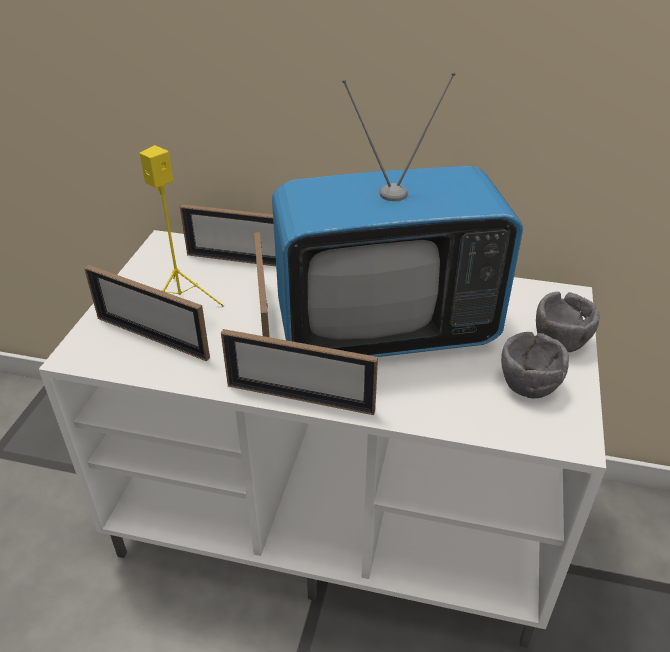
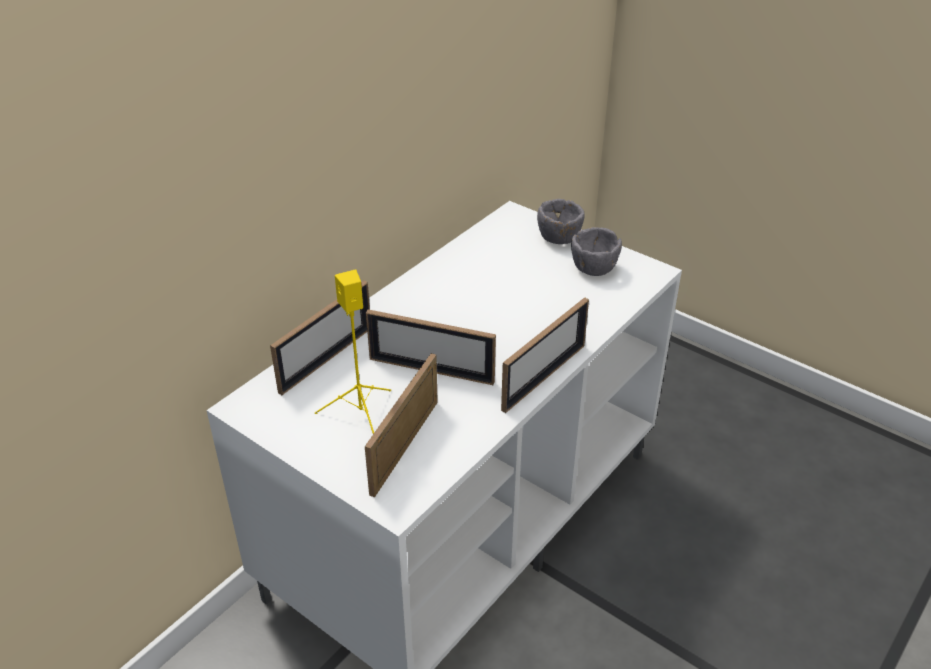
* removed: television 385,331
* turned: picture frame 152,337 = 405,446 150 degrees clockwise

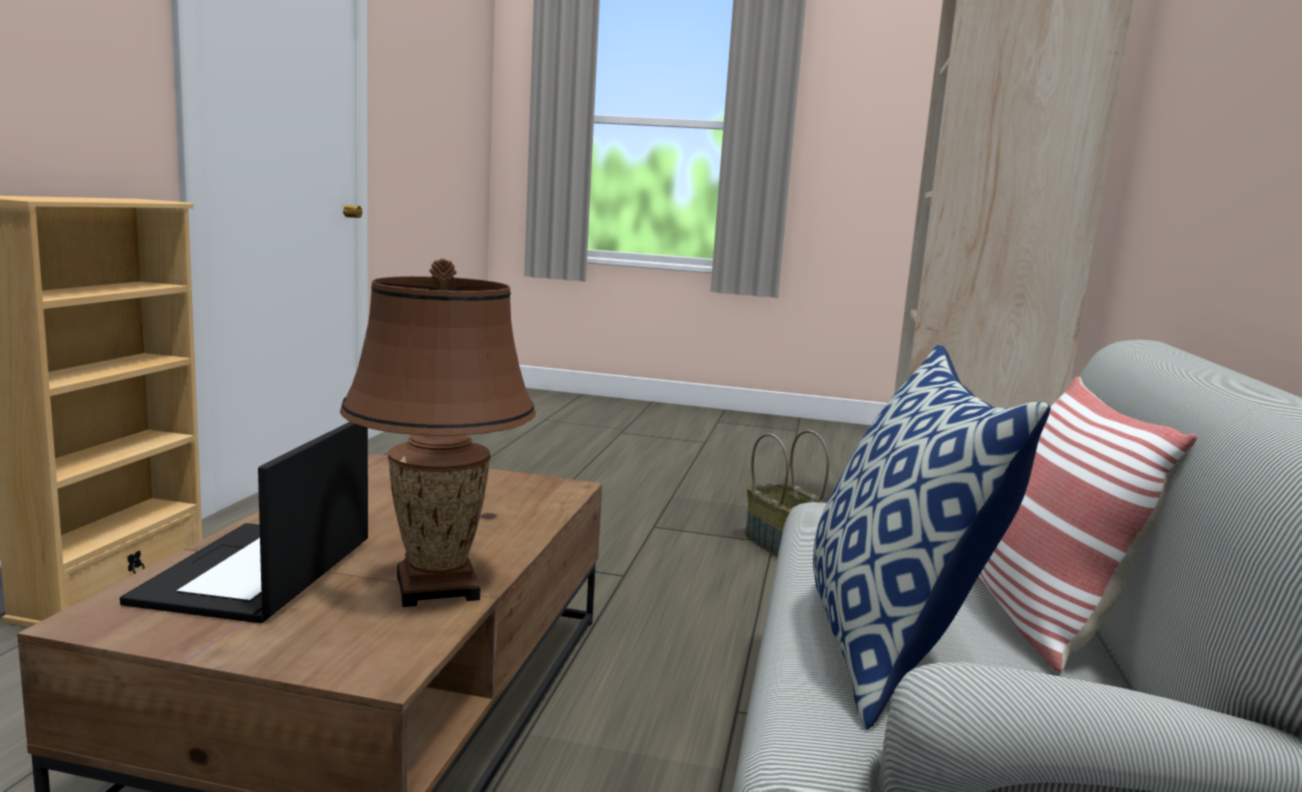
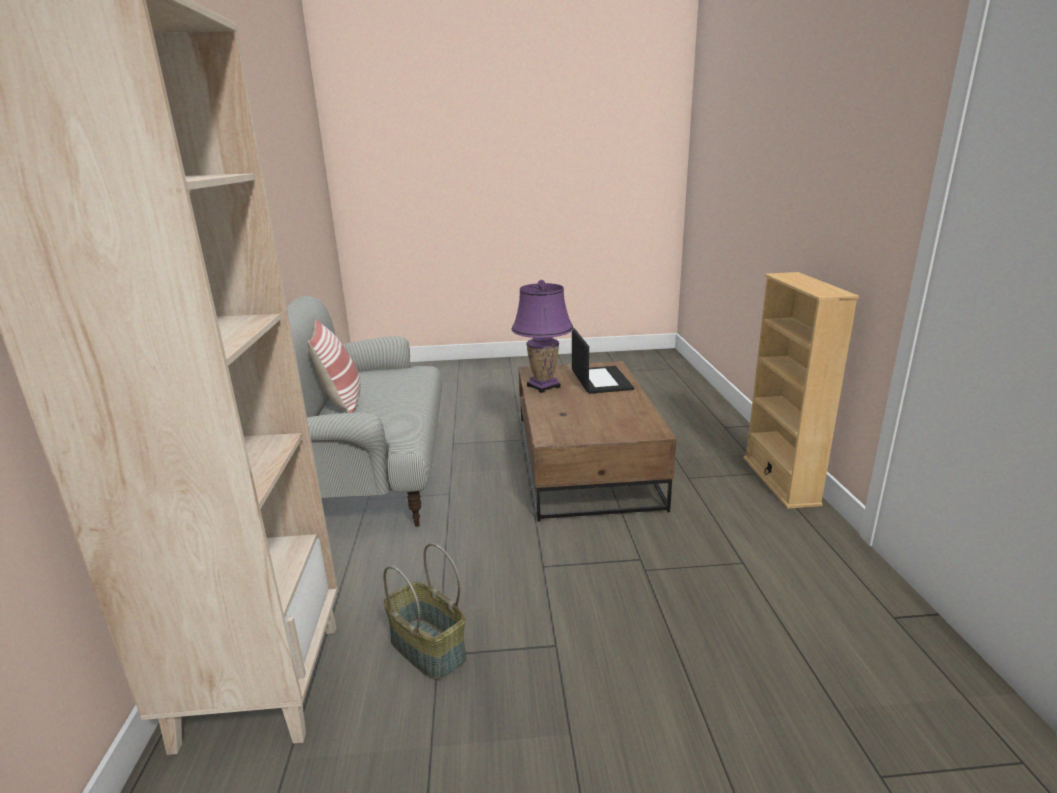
* recoloured: brown table lamp 438,587 to purple table lamp 543,386
* removed: pillow 888,648

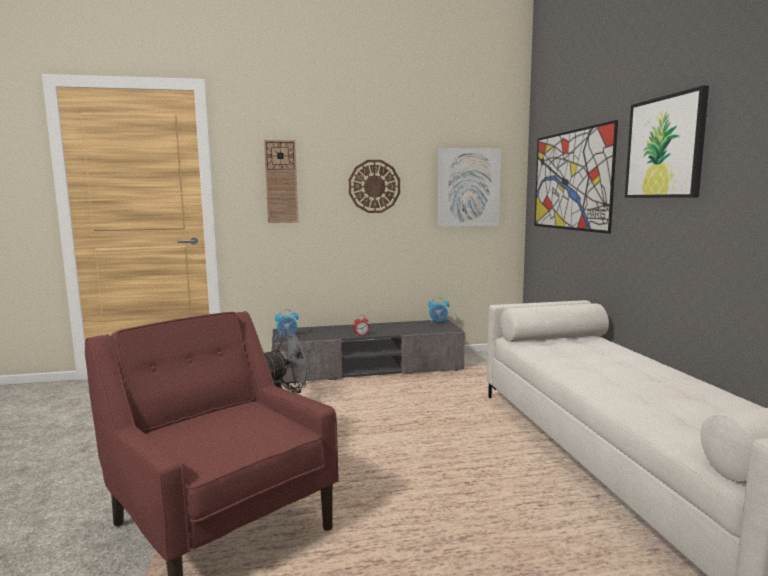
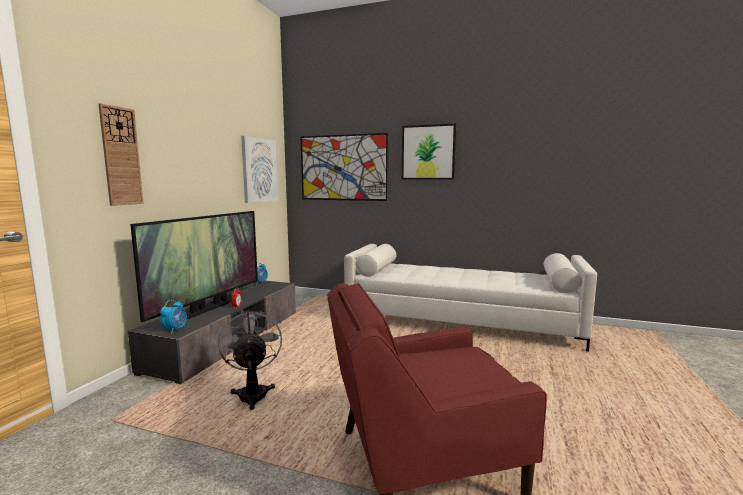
* removed: wall clock 374,186
* added: television 208,307

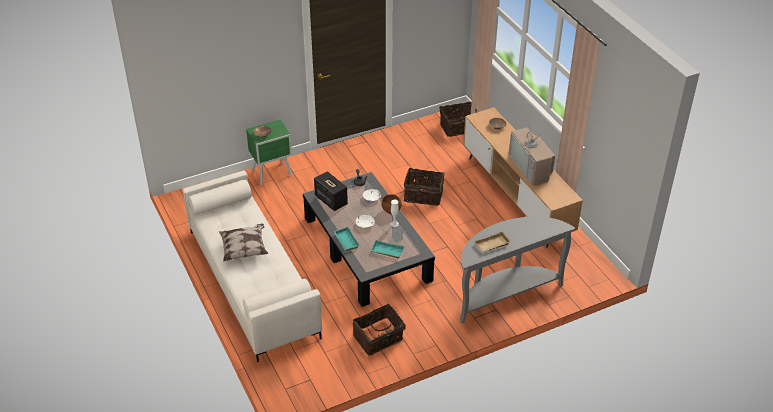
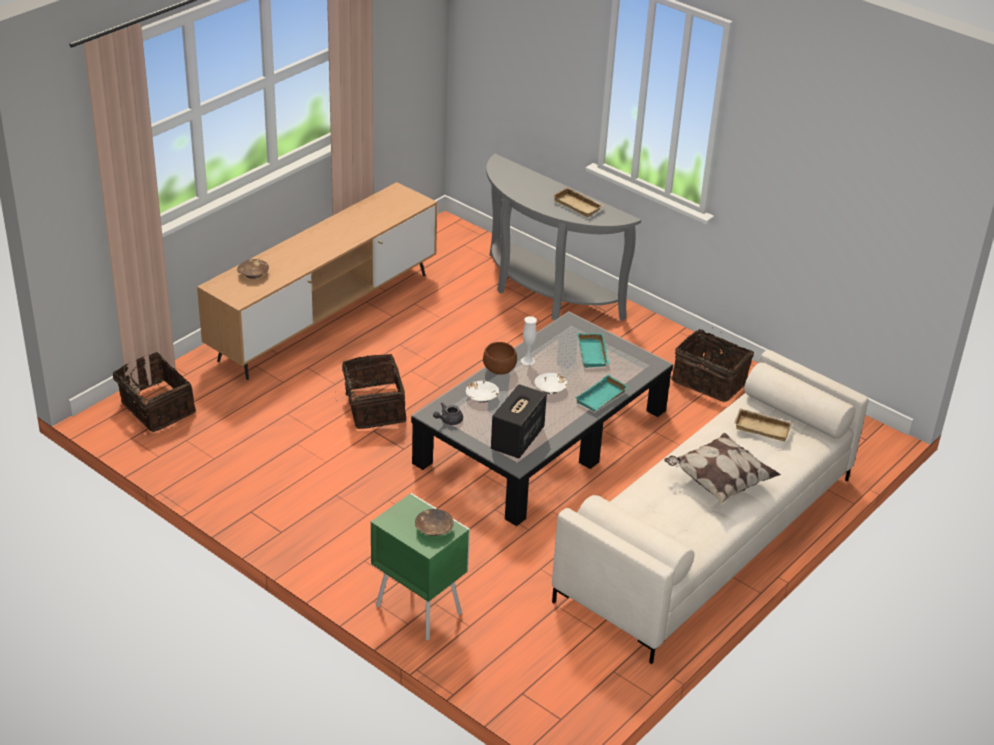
* removed: television 531,168
* added: beige tray 763,427

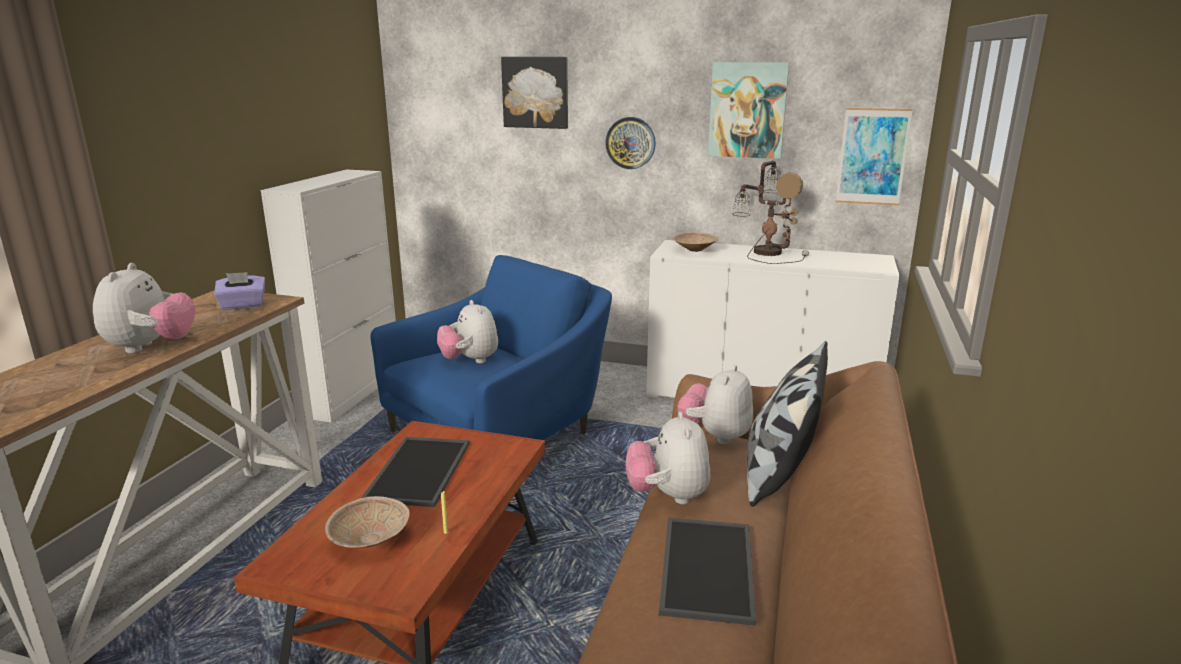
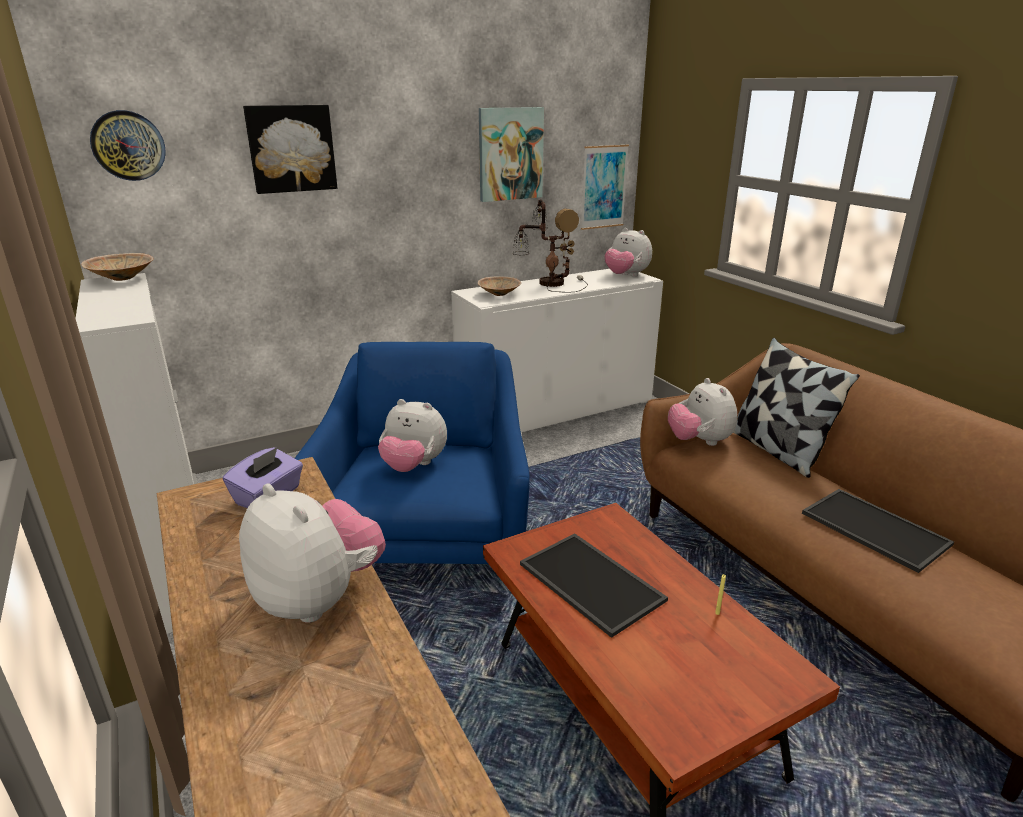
* moved: wall clock 630,143 to 128,145
* moved: plush toy 668,496 to 626,276
* moved: beige bowl 369,540 to 122,279

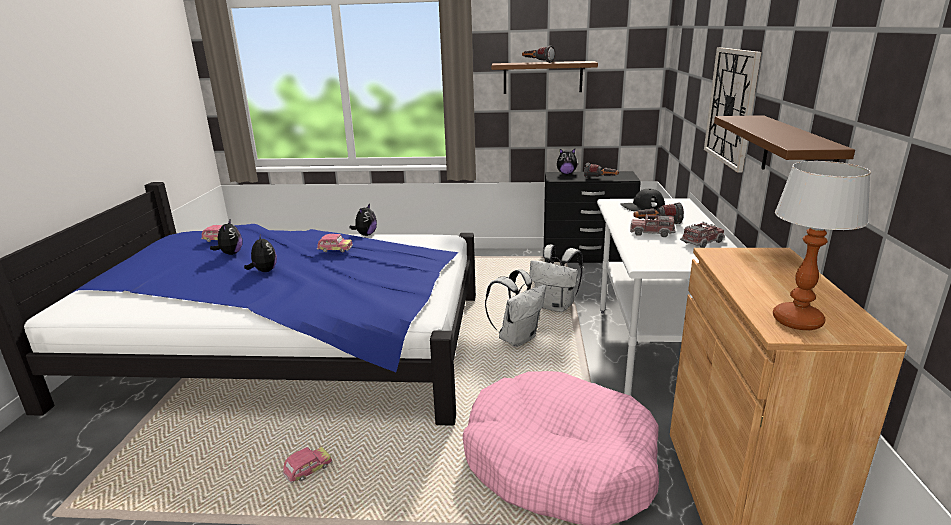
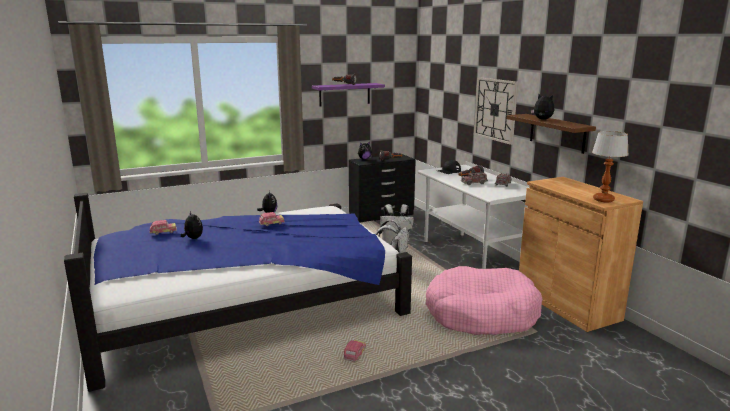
* recoloured: brown shelf 542,77 to purple shelf 344,94
* moved: plush toy 264,271 to 542,119

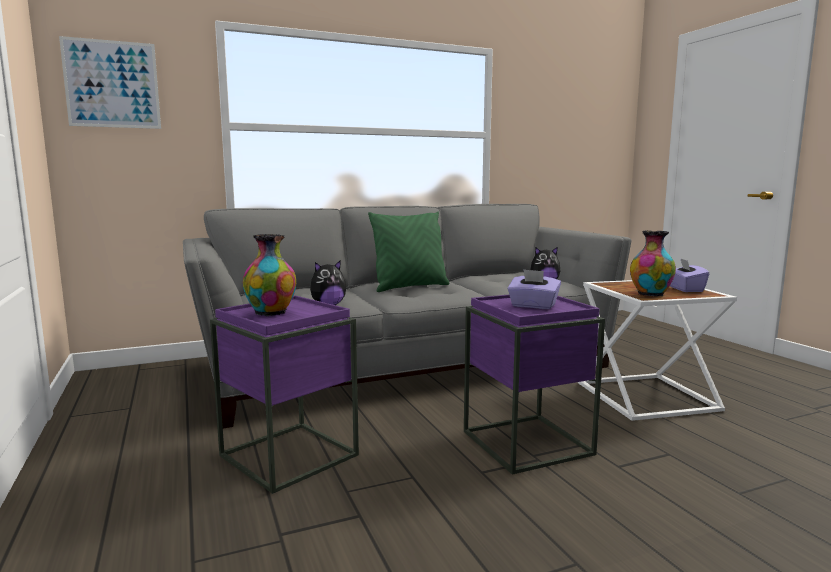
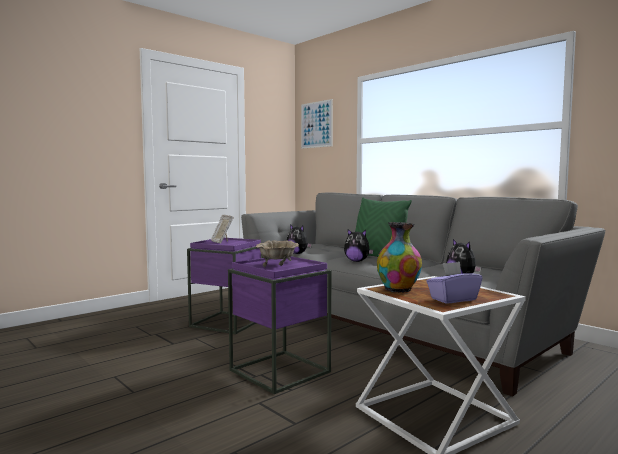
* replaced: vase 271,313 to picture frame 222,242
* replaced: purple tissue box 533,306 to beige bowl 277,264
* added: plush toy 357,261

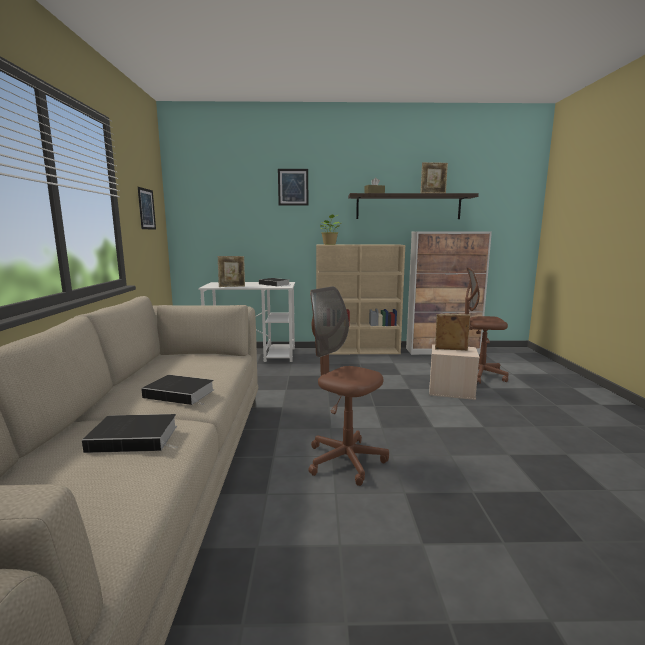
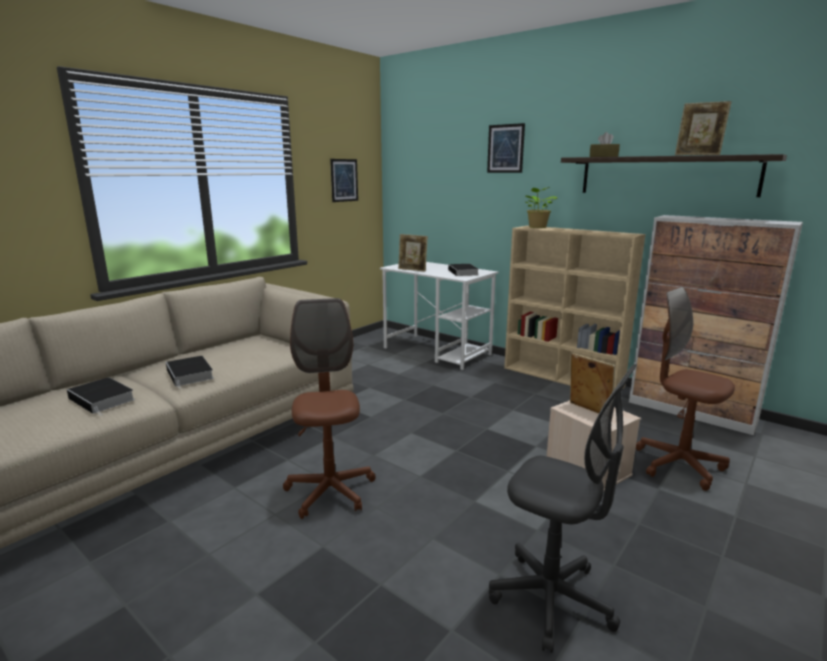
* added: grey office chair 551,600

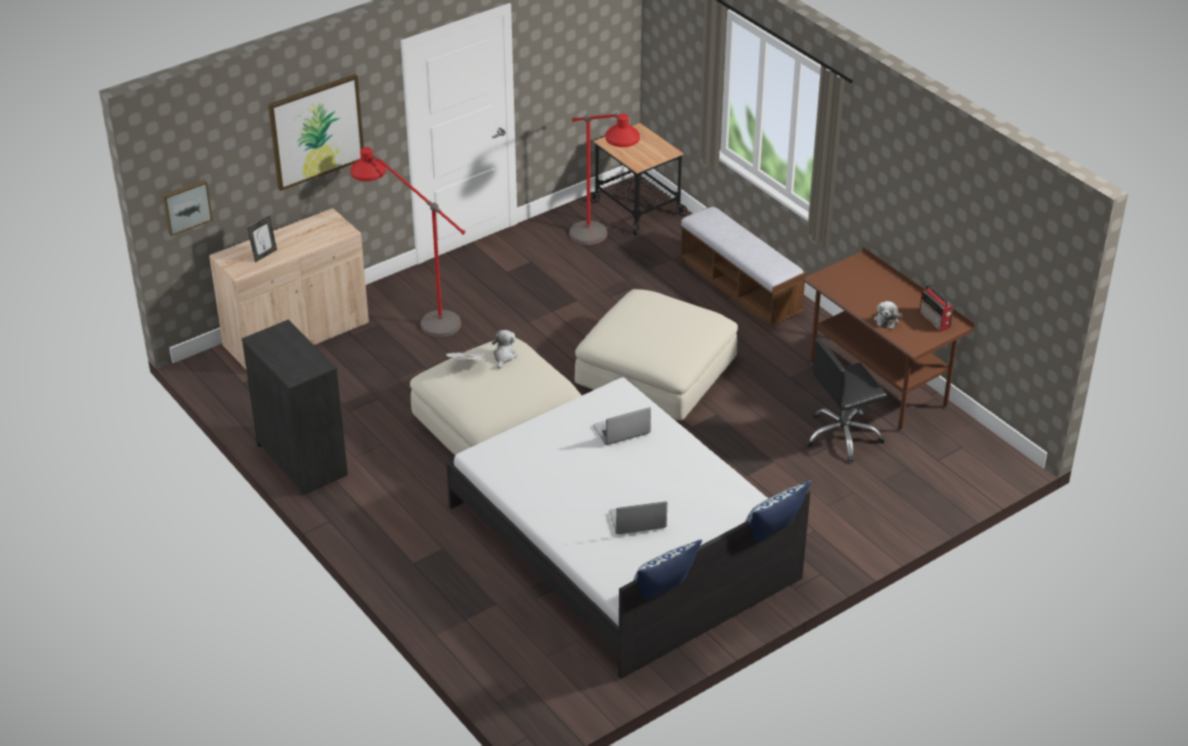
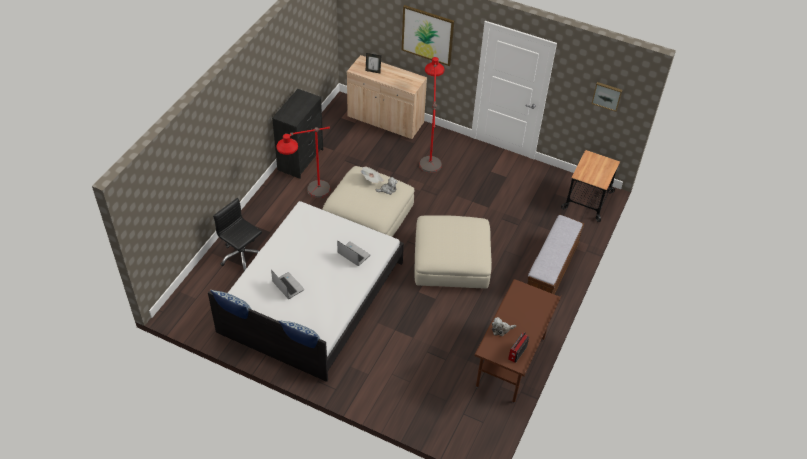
* moved: red floor lamp 601,247 to 308,199
* moved: picture 186,206 to 607,96
* moved: black office chair 843,436 to 242,256

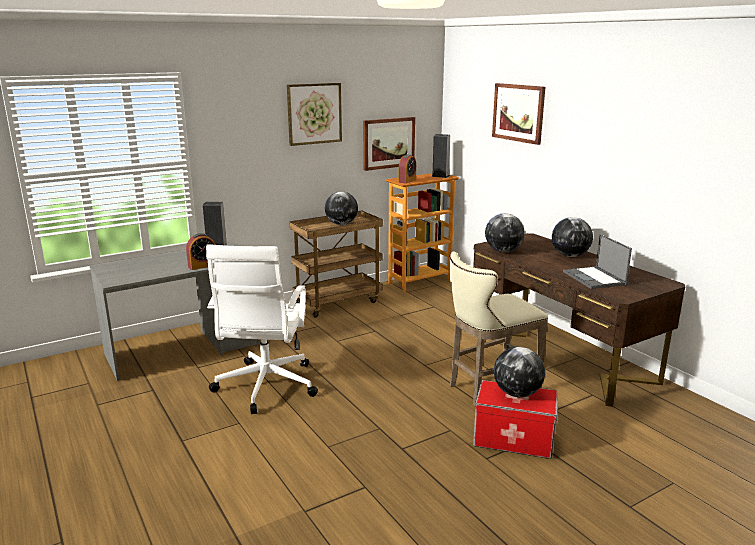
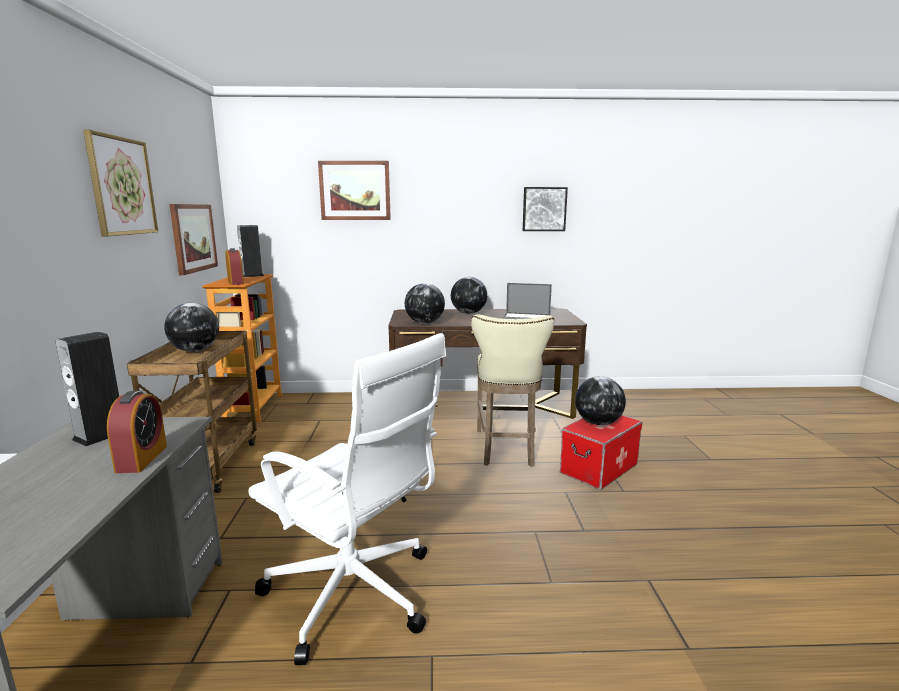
* added: picture 544,209

